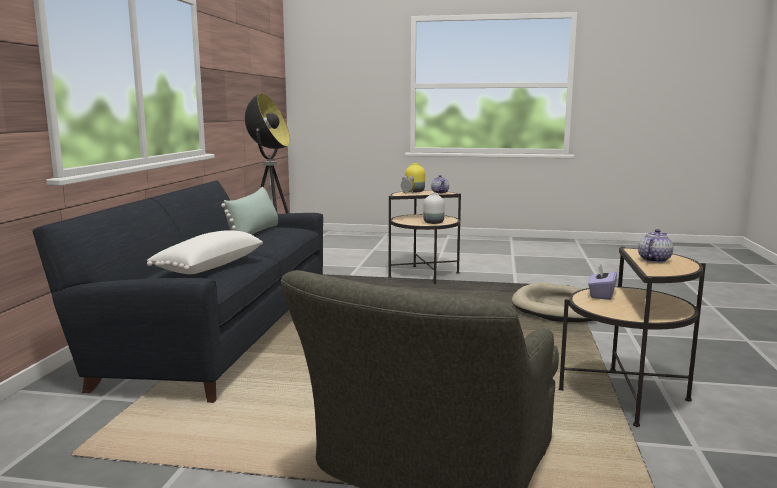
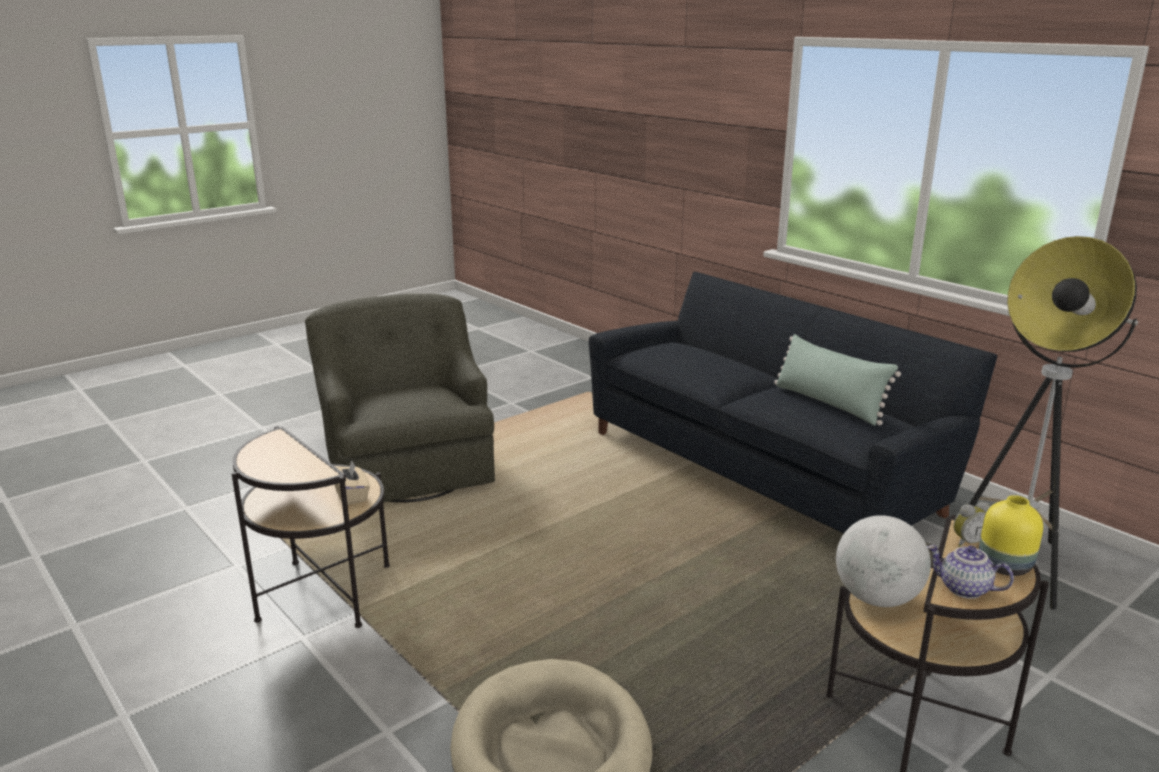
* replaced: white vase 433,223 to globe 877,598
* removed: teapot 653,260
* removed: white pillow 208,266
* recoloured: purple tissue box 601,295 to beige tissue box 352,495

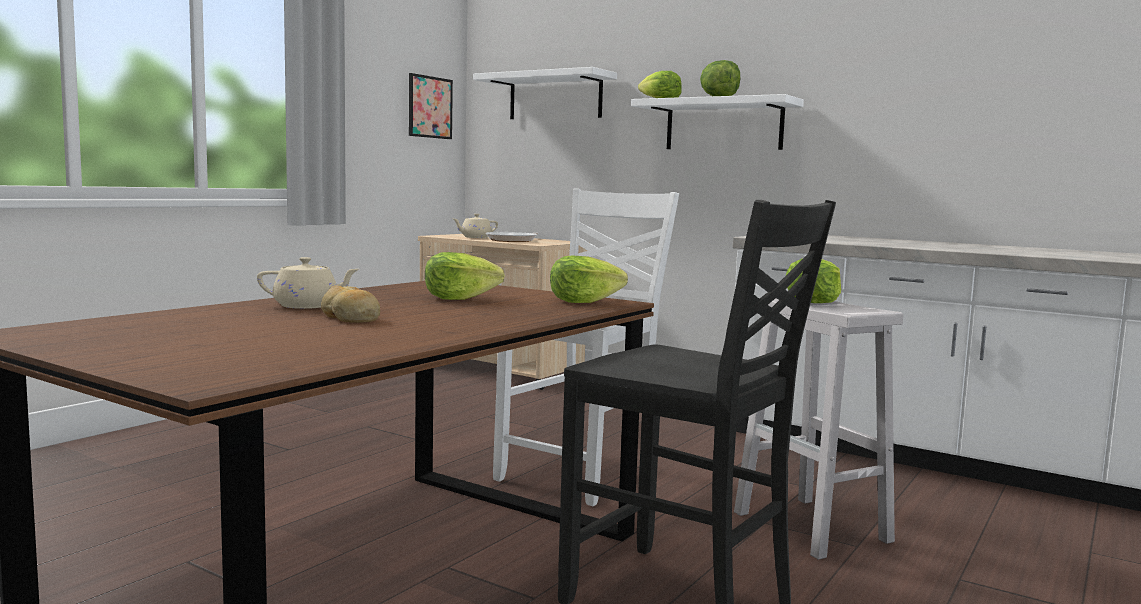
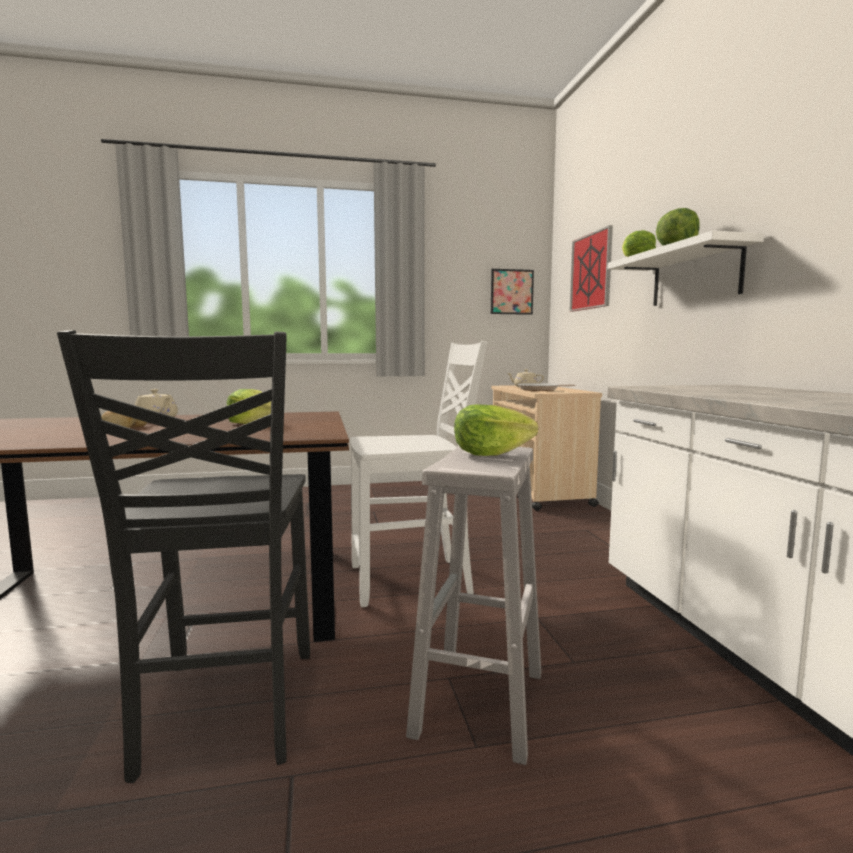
* replaced: white shelf 555,97 to picture 591,271
* removed: lettuce 584,301

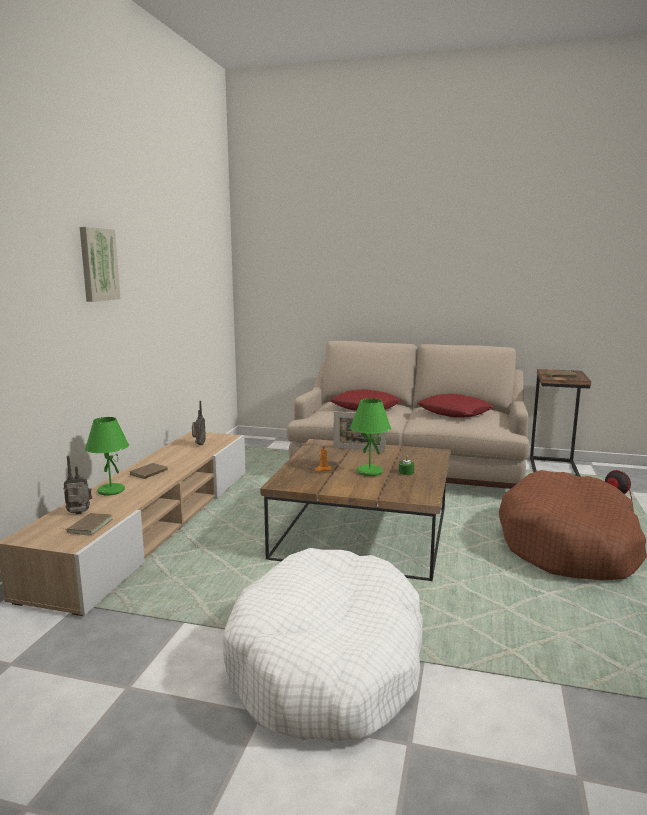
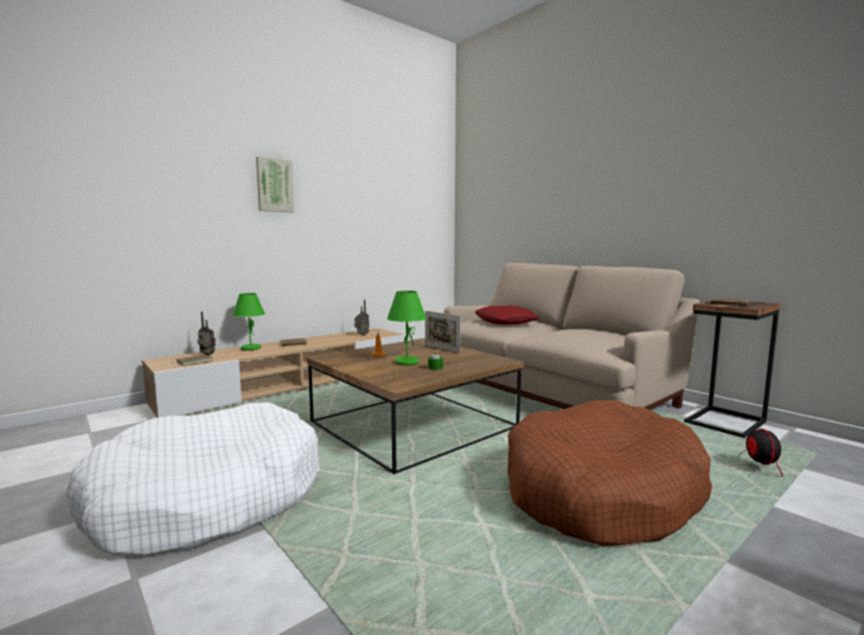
* removed: red pillow 454,412

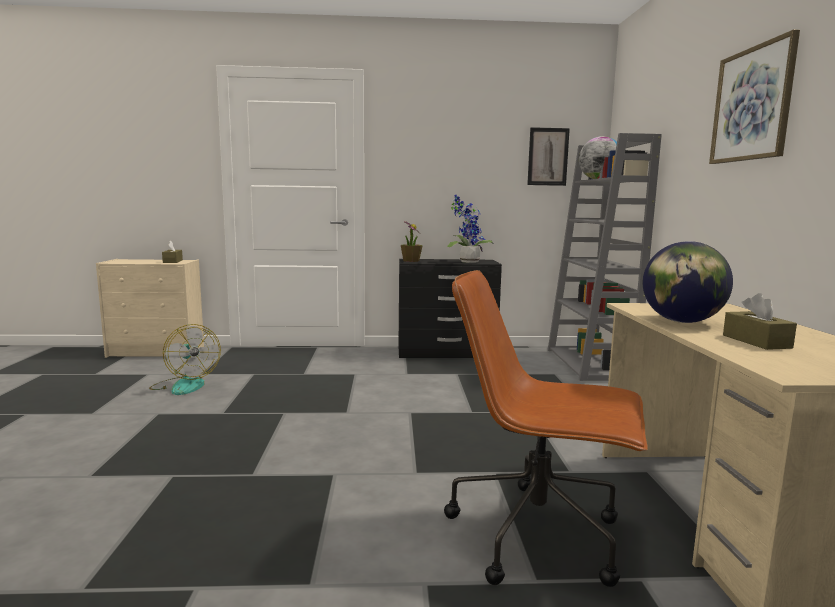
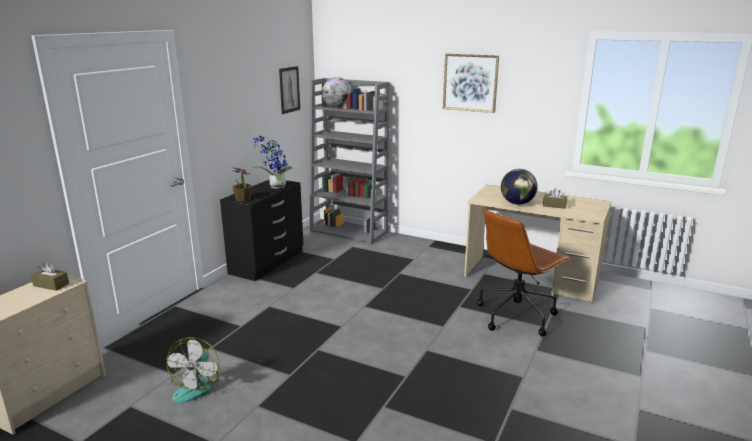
* turned: fan 185,385 = 197,386 105 degrees clockwise

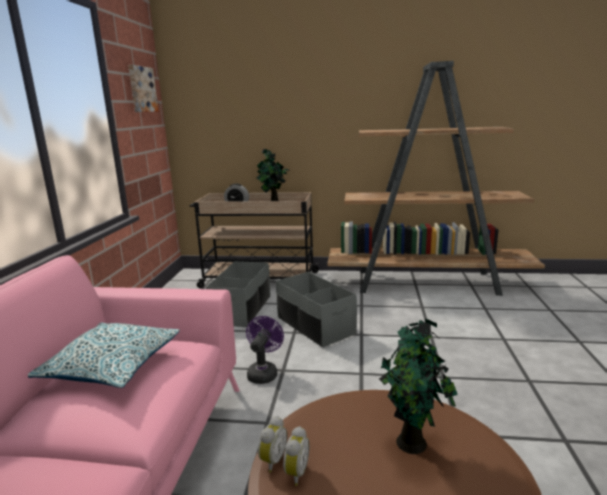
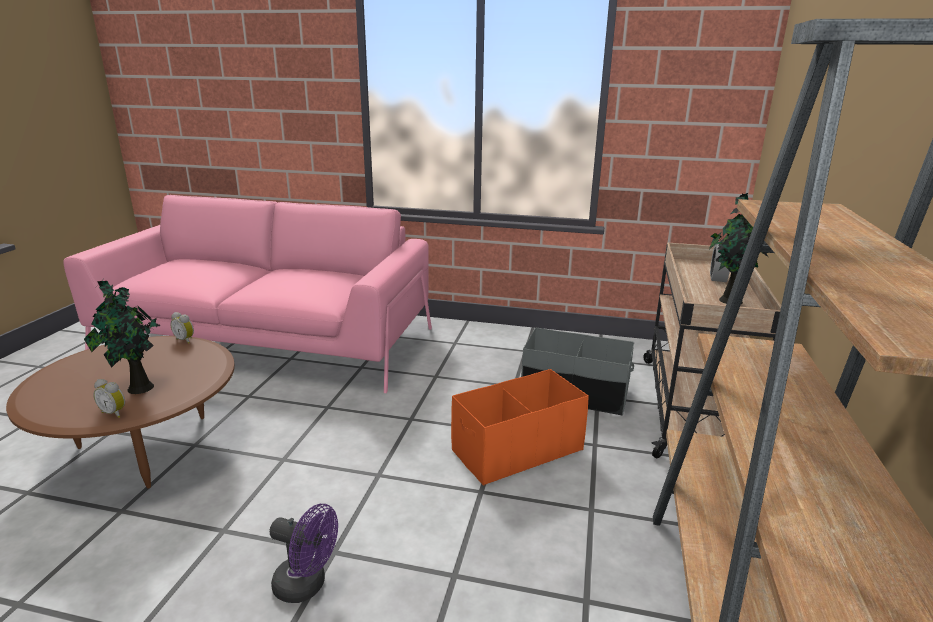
* removed: picture 141,89
* recoloured: grey storage box 315,326 to orange storage box 517,450
* moved: purple fan 263,372 to 307,585
* removed: pillow 112,366
* moved: alarm clock 295,473 to 115,413

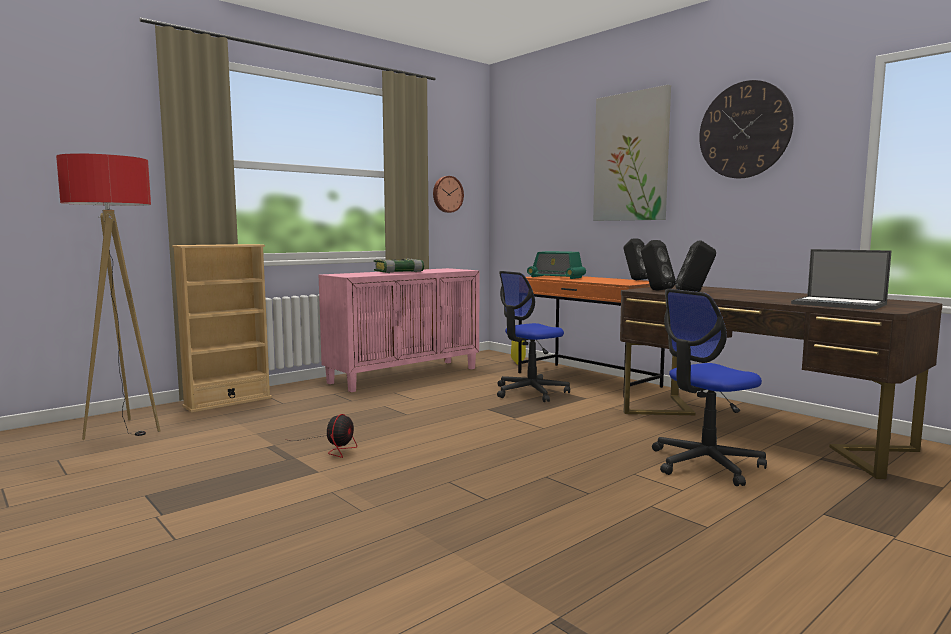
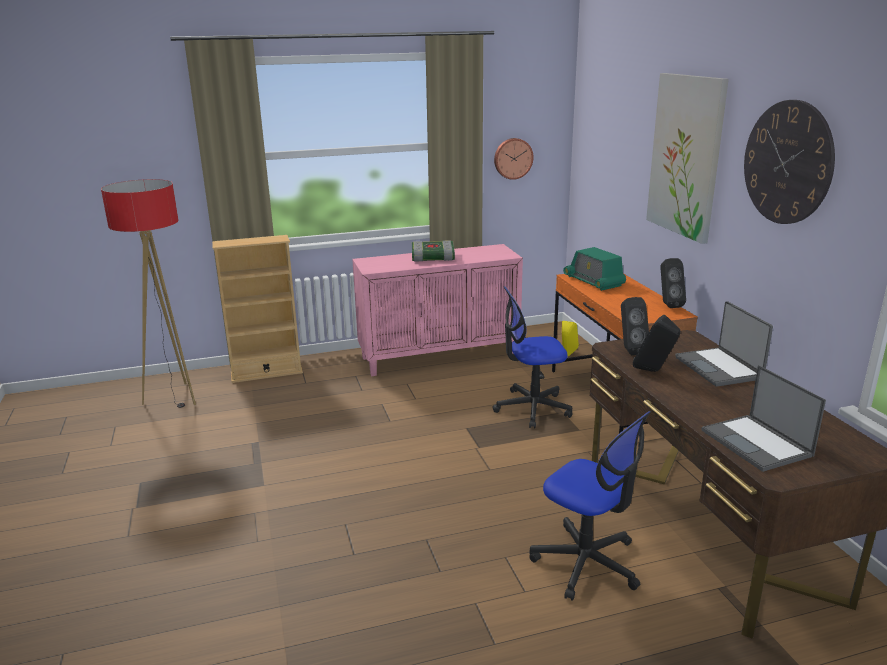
* turned: office chair 705,464 = 586,563 135 degrees counterclockwise
* removed: fan 335,447
* added: laptop 719,368

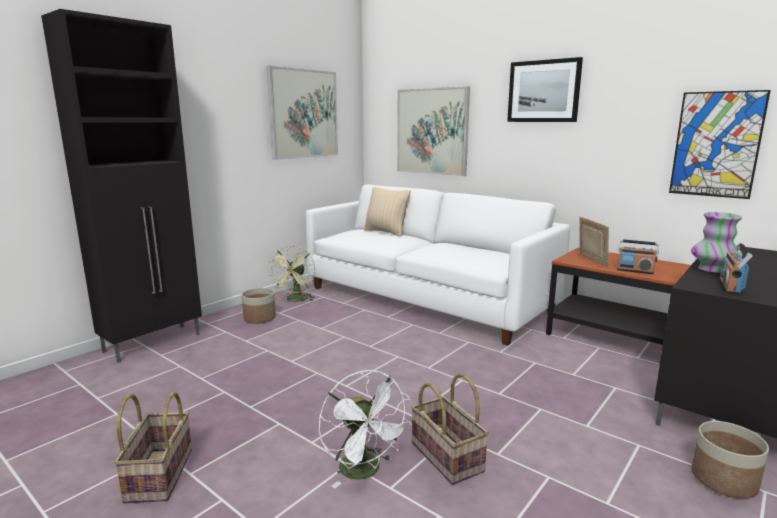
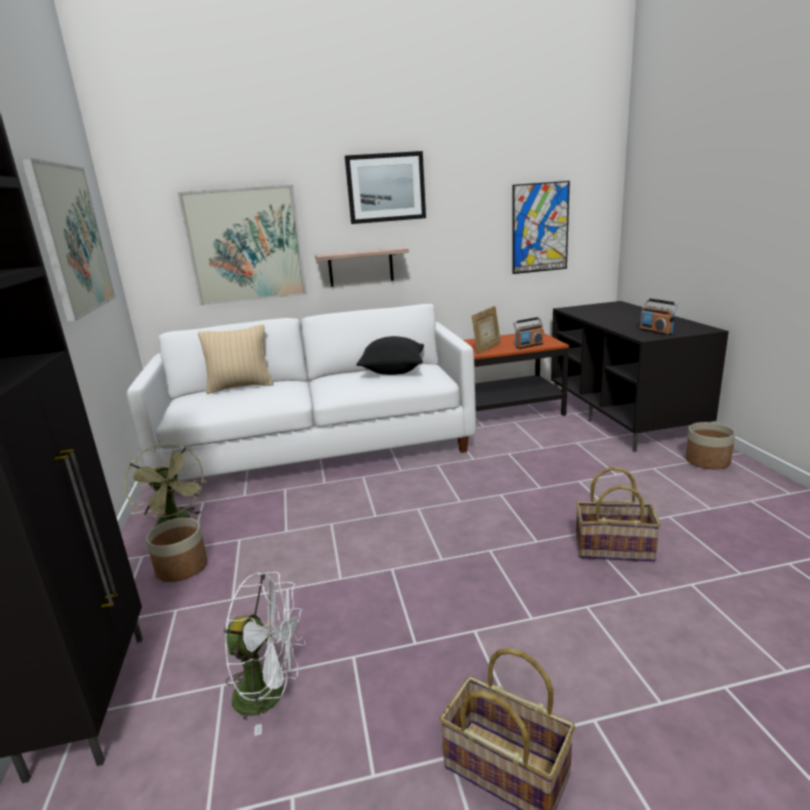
* removed: vase 712,270
* turned: picture frame 591,261 = 487,348 105 degrees clockwise
* moved: white fan 365,472 to 270,694
* added: shelf 361,267
* added: black pillow 393,371

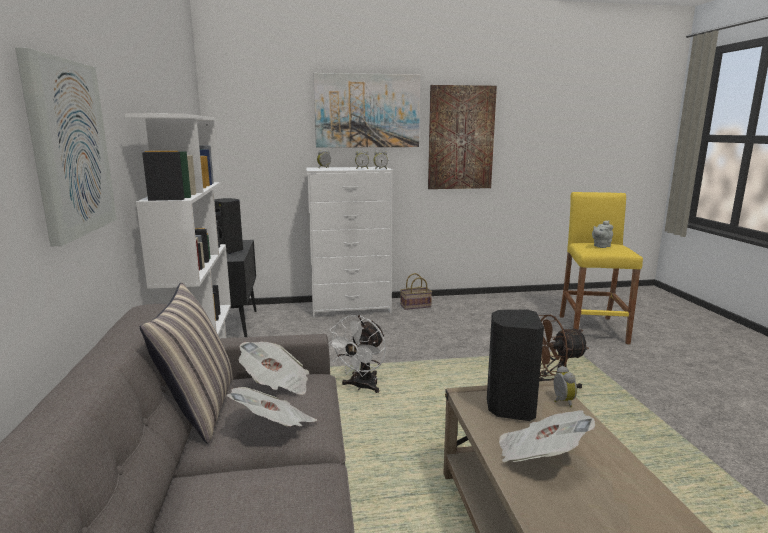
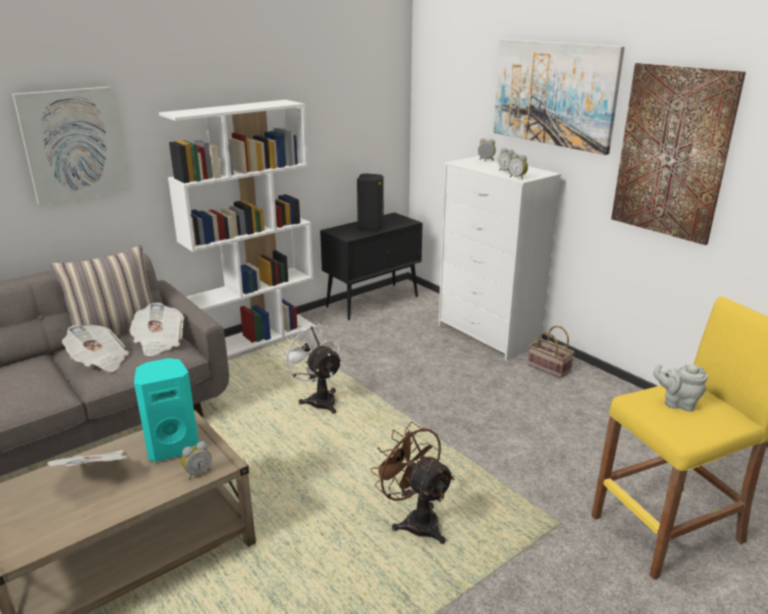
* recoloured: black speaker 509,407 to turquoise speaker 172,447
* turned: white fan 361,387 = 318,399 60 degrees clockwise

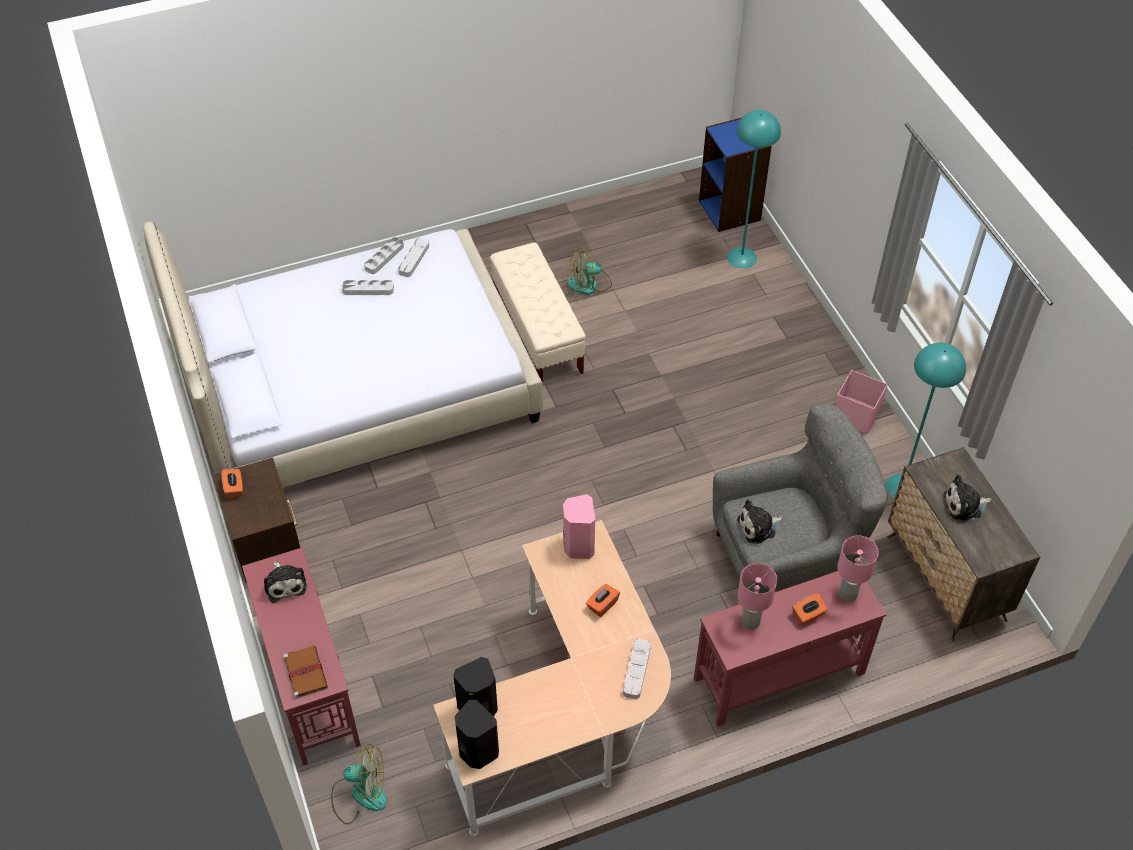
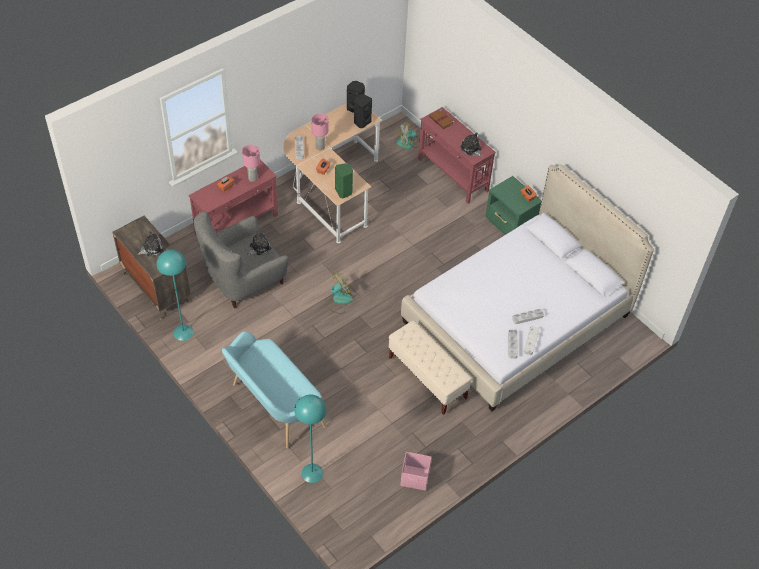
* removed: blue bookcase 730,210
* moved: fan 589,284 to 338,300
* moved: pink storage box 855,414 to 415,478
* recoloured: brown nightstand 268,545 to green nightstand 510,226
* recoloured: pink speaker 578,546 to green speaker 344,191
* moved: pink table lamp 847,595 to 320,147
* added: turquoise bench 273,407

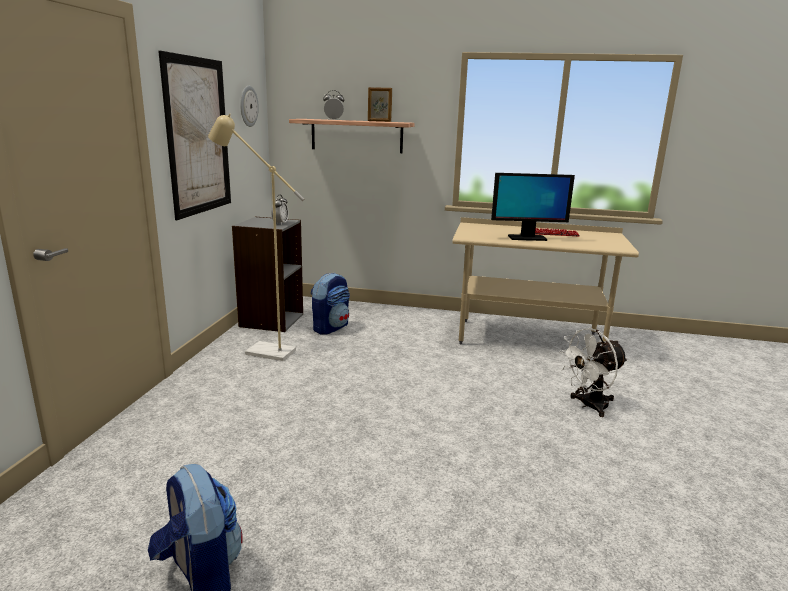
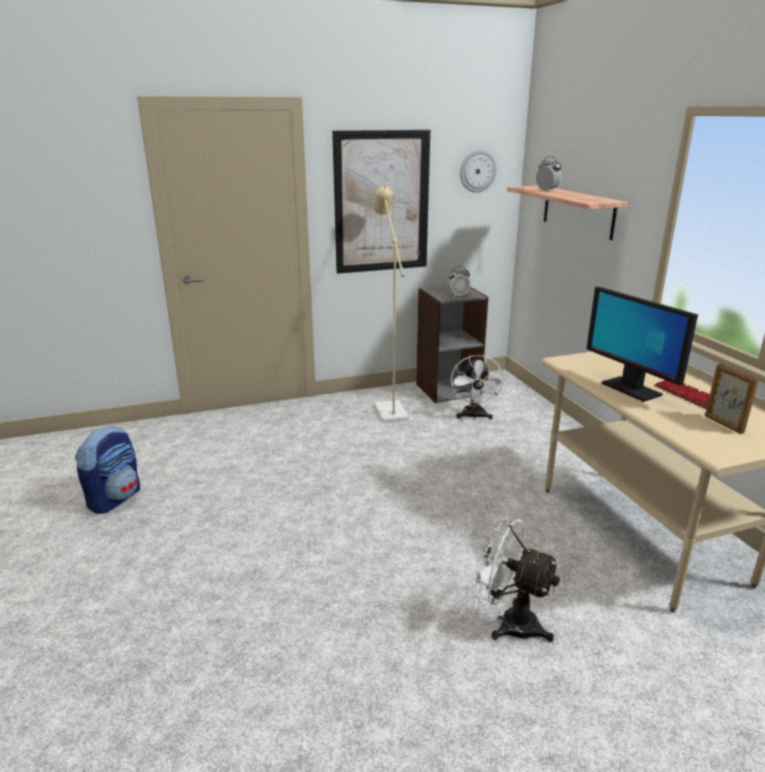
* moved: picture frame 379,121 to 723,424
* replaced: backpack 330,328 to white fan 474,417

